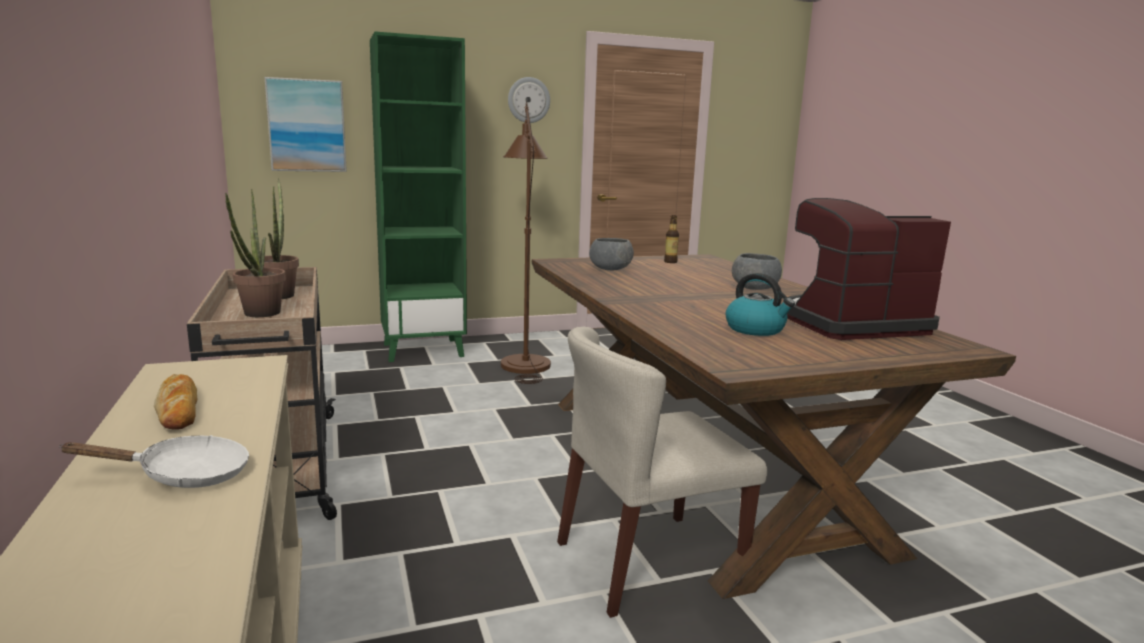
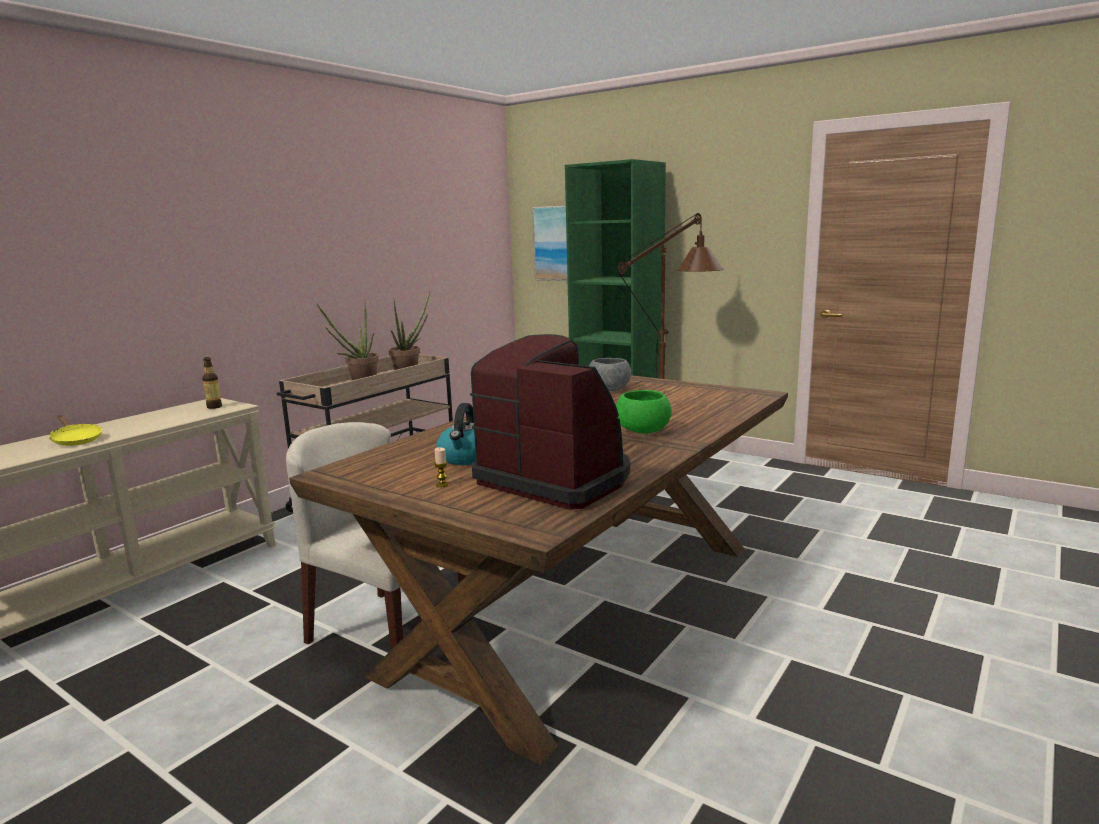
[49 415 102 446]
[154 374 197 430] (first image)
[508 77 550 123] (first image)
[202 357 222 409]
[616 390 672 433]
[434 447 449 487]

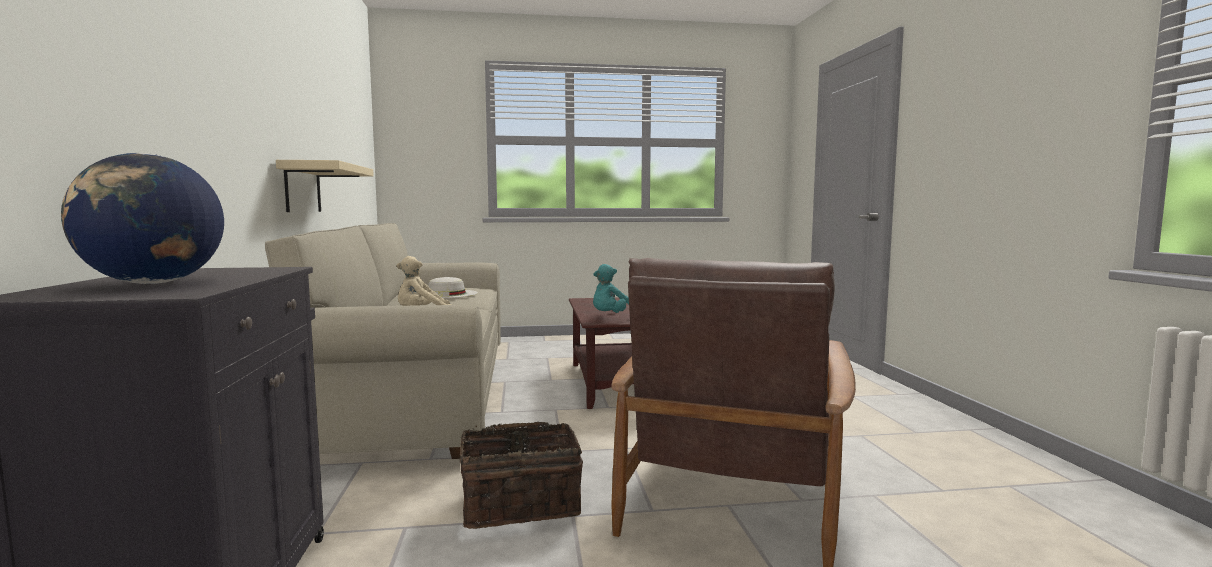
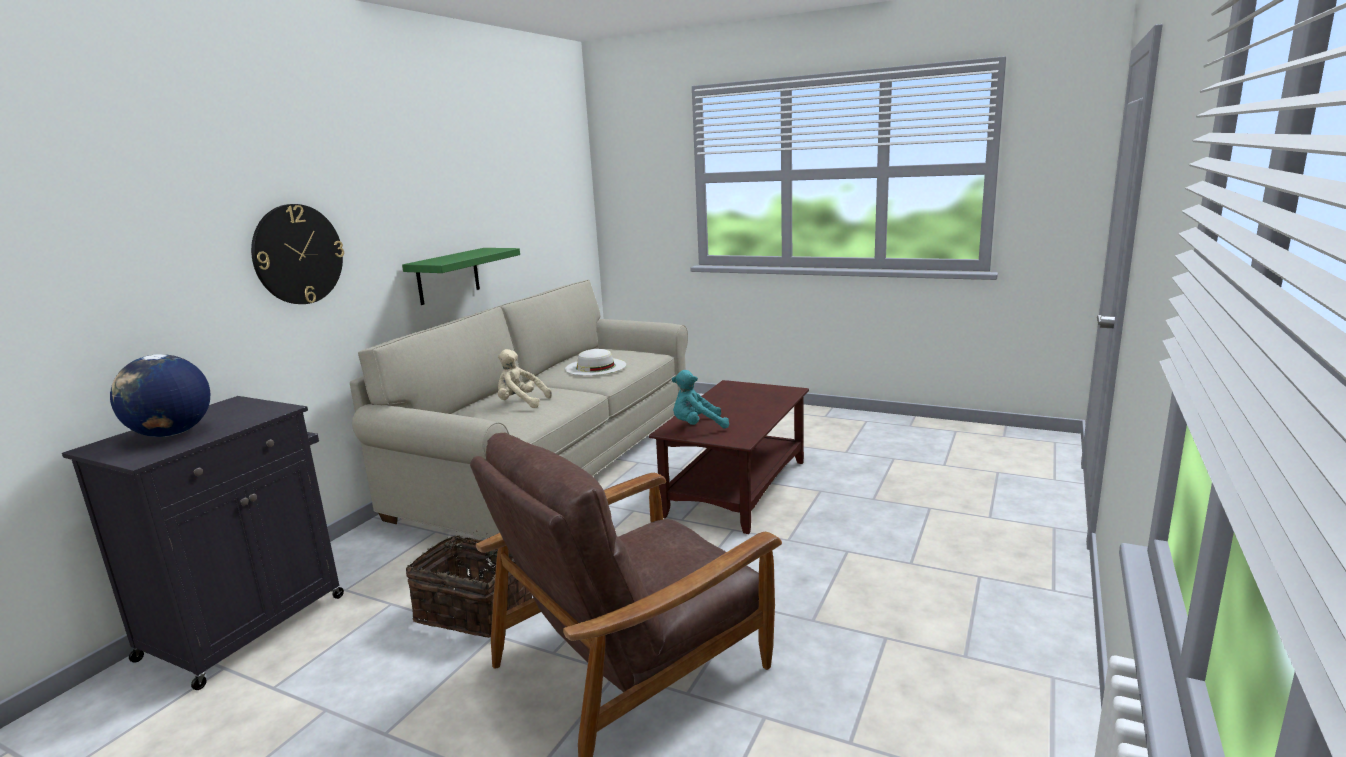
[402 248 520 305]
[251 204 344 304]

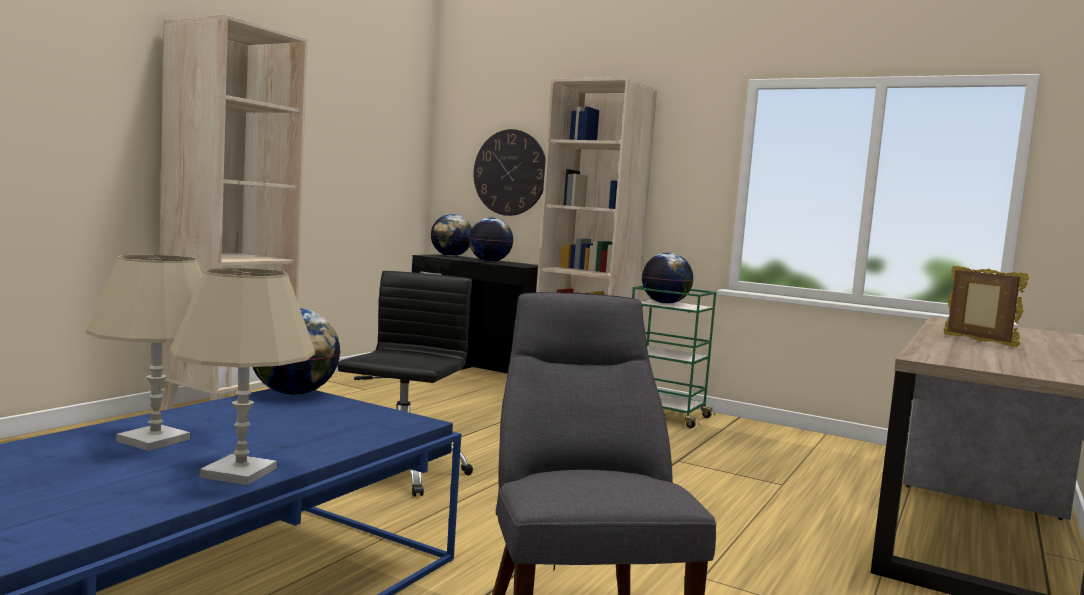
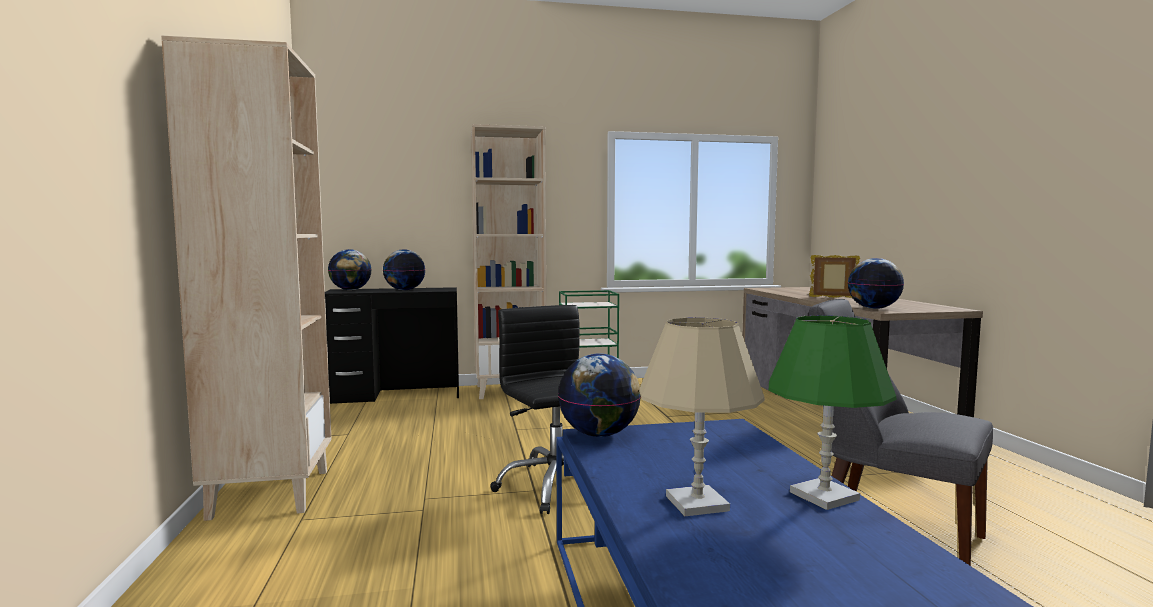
[769 315 897 510]
[474 129 546 216] (first image)
[848 258 904 309]

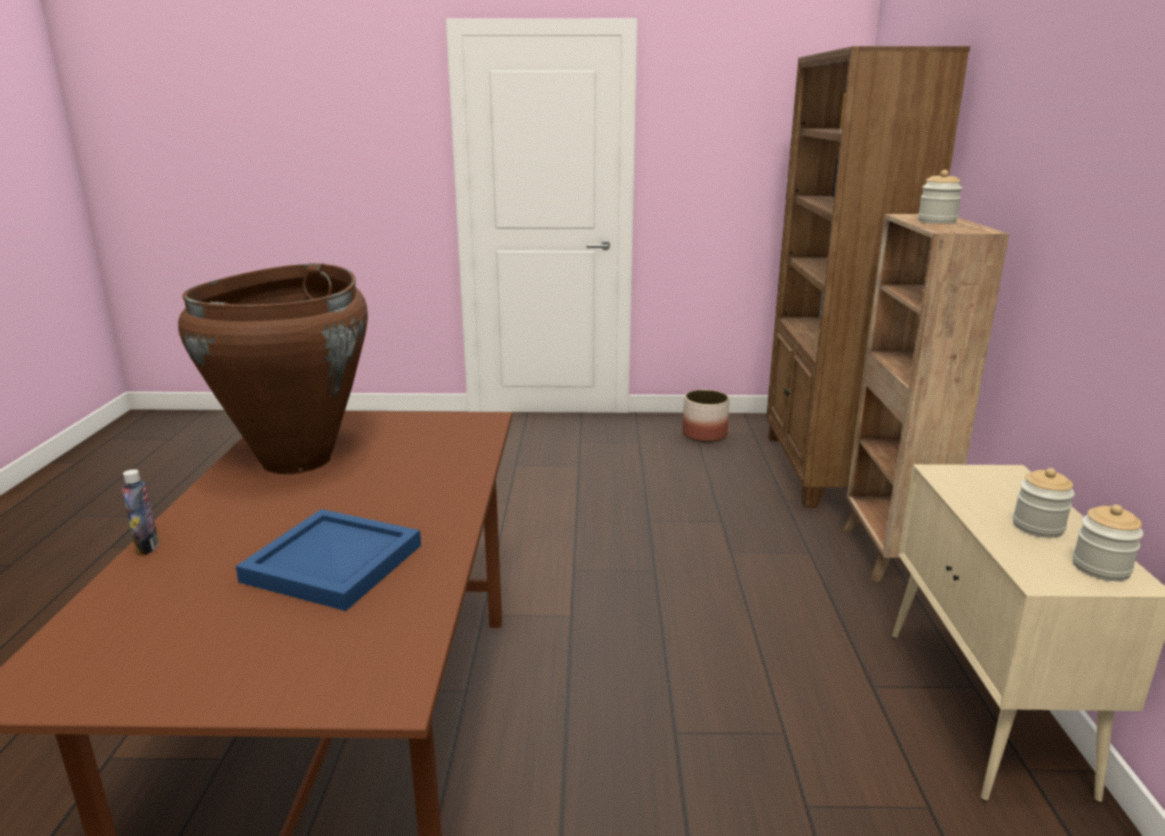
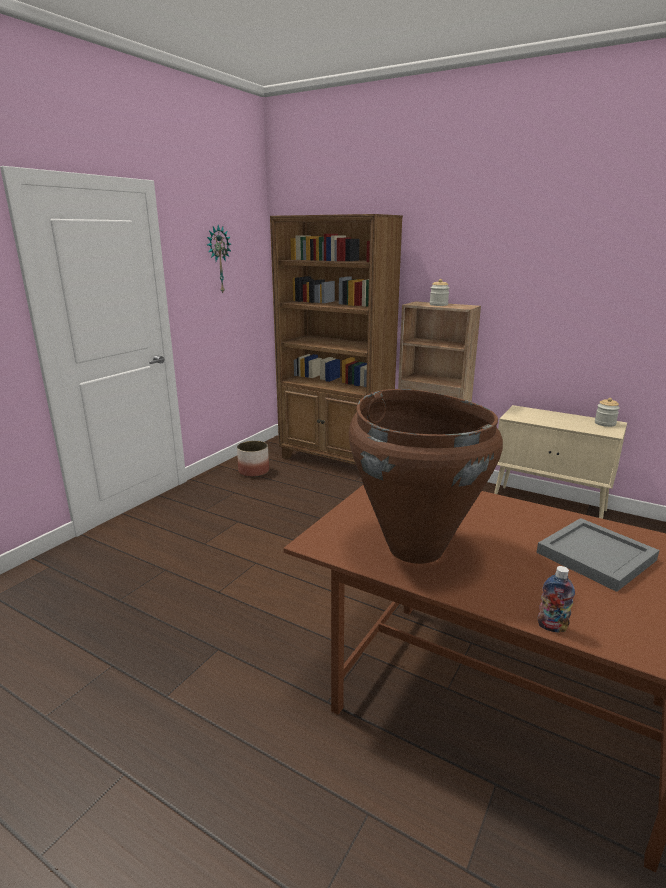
[537 518 660 592]
[1013 468 1075 538] (first image)
[207 225 231 293]

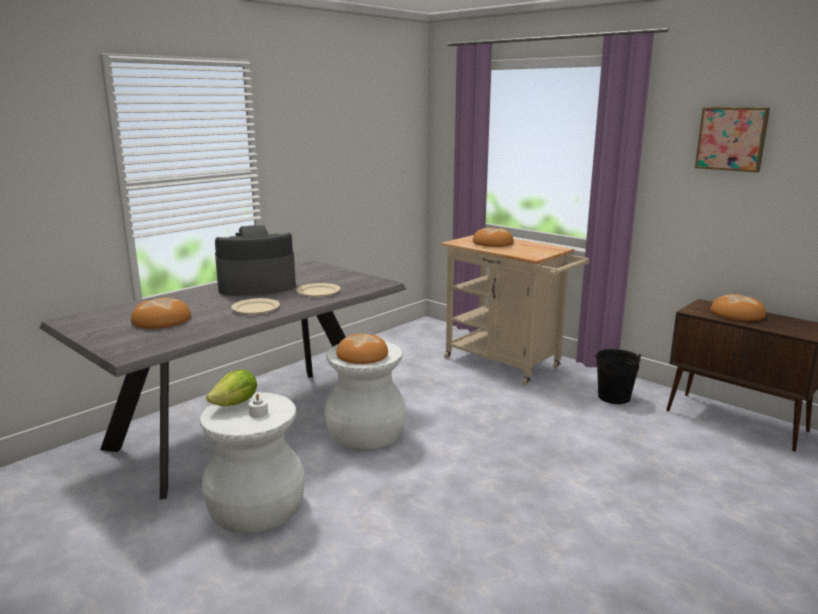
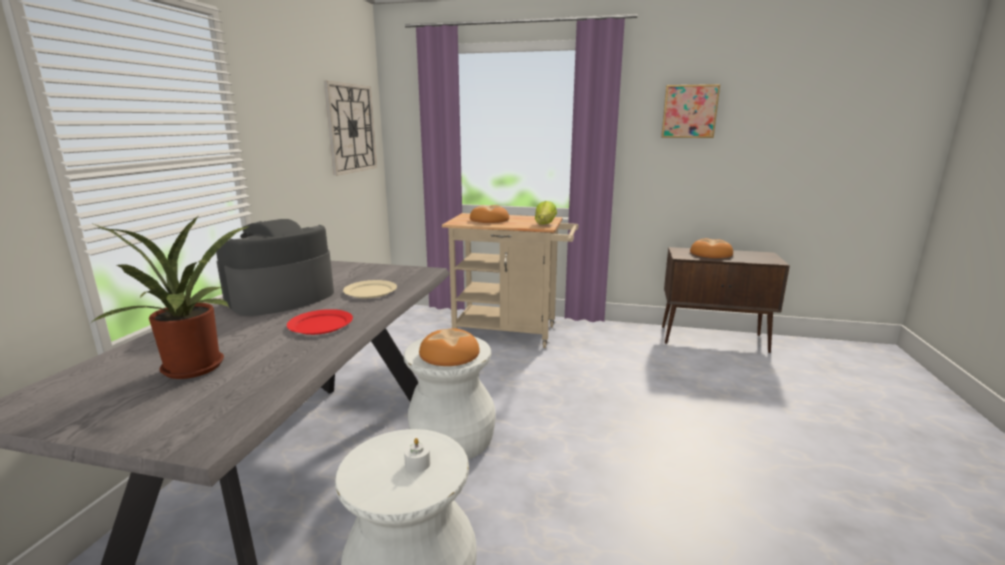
[91 216 249 379]
[535 201 557 224]
[287 309 353 335]
[594 349 642 404] (first image)
[324 81 377 176]

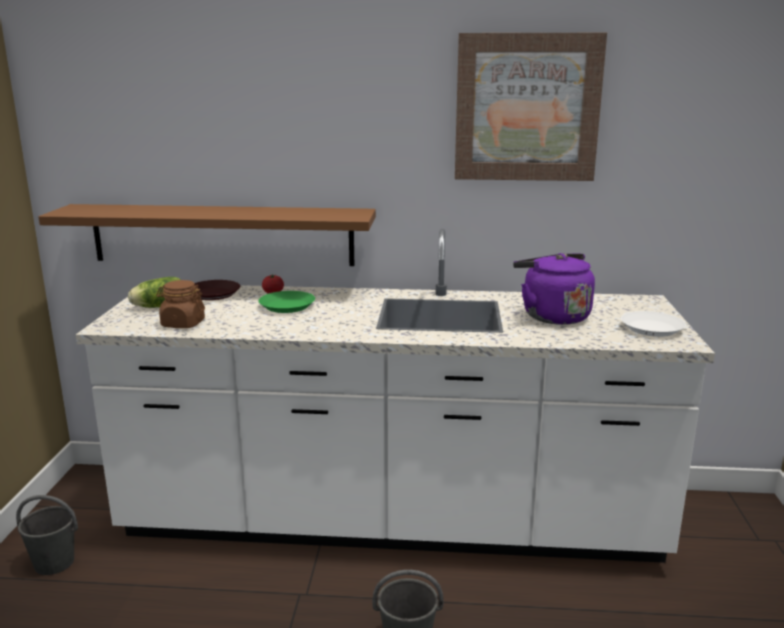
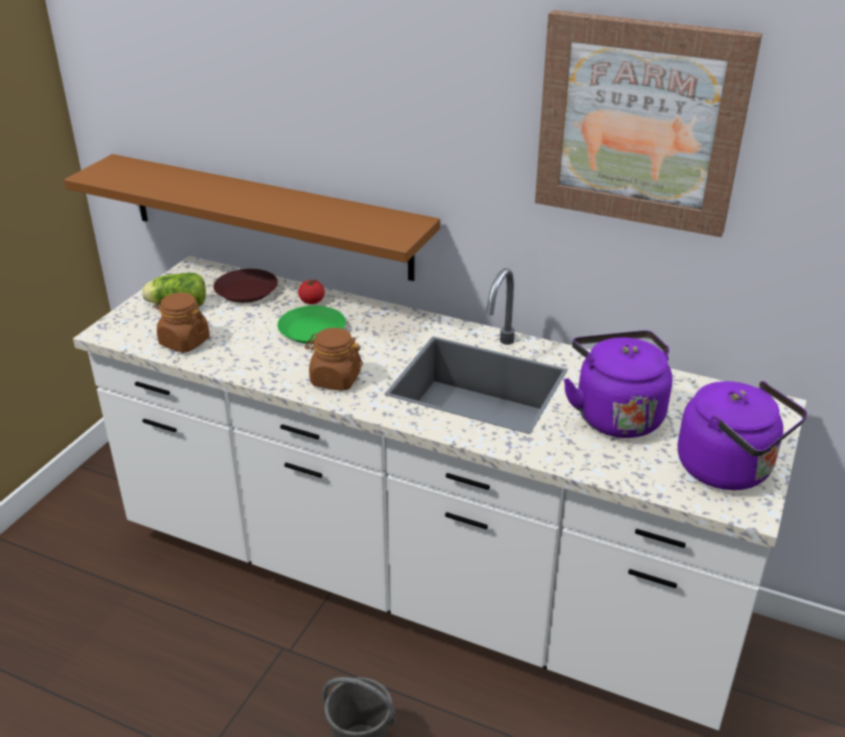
[16 495 78 575] (first image)
[678 381 807 490]
[305 328 363 391]

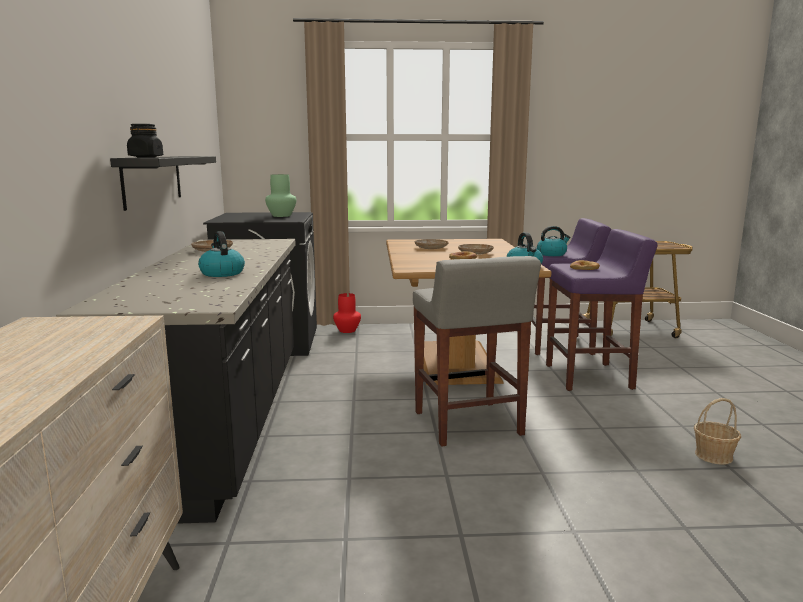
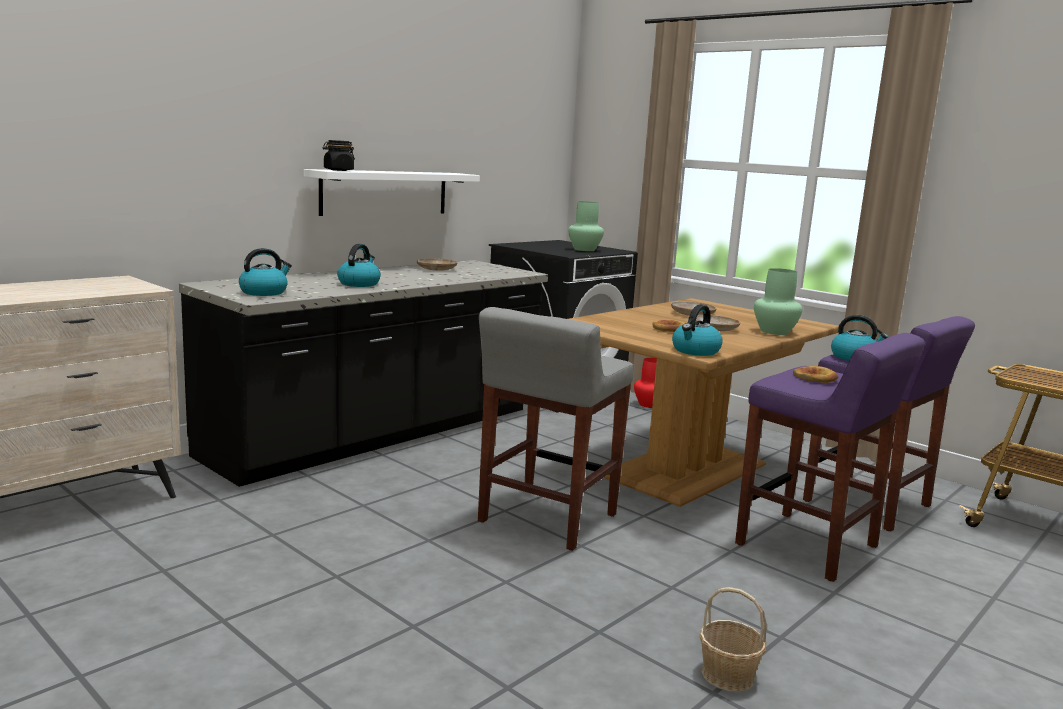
[304 169 480 216]
[239 248 292 296]
[754 268 803 335]

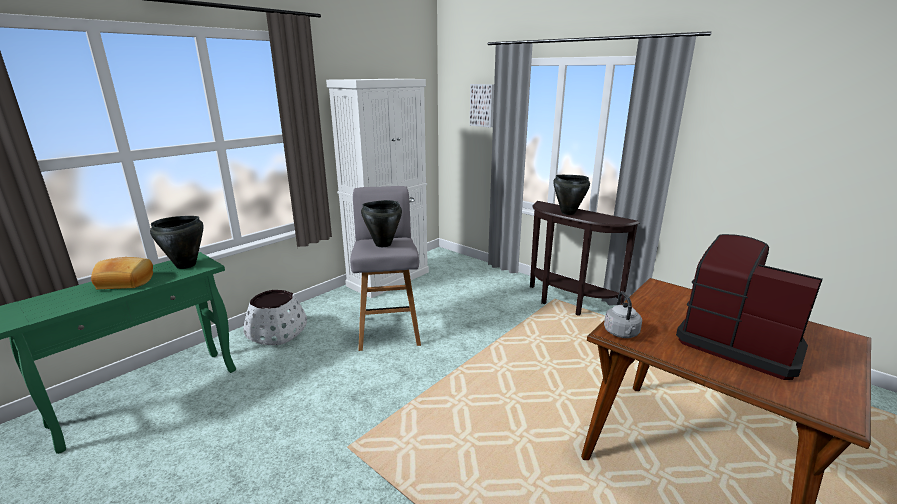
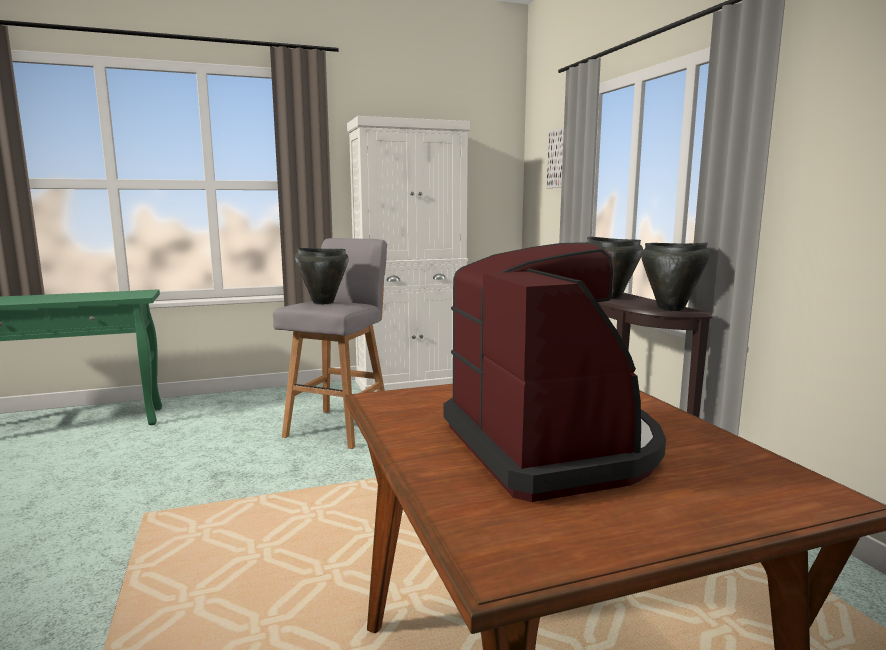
[91 257 153 289] (first image)
[641 242 710 311]
[243 290 307 345] (first image)
[604 291 642 338] (first image)

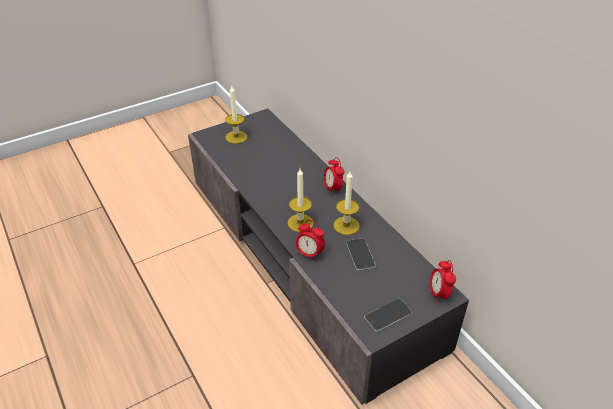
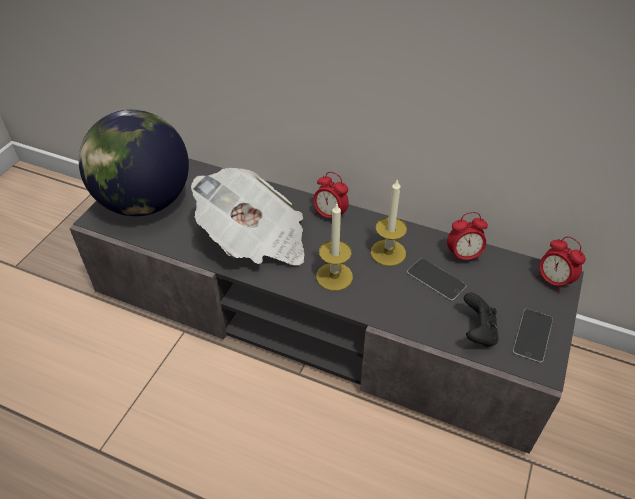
[79 110 189 216]
[447 212 488 263]
[191 168 304 266]
[464 293 499 347]

